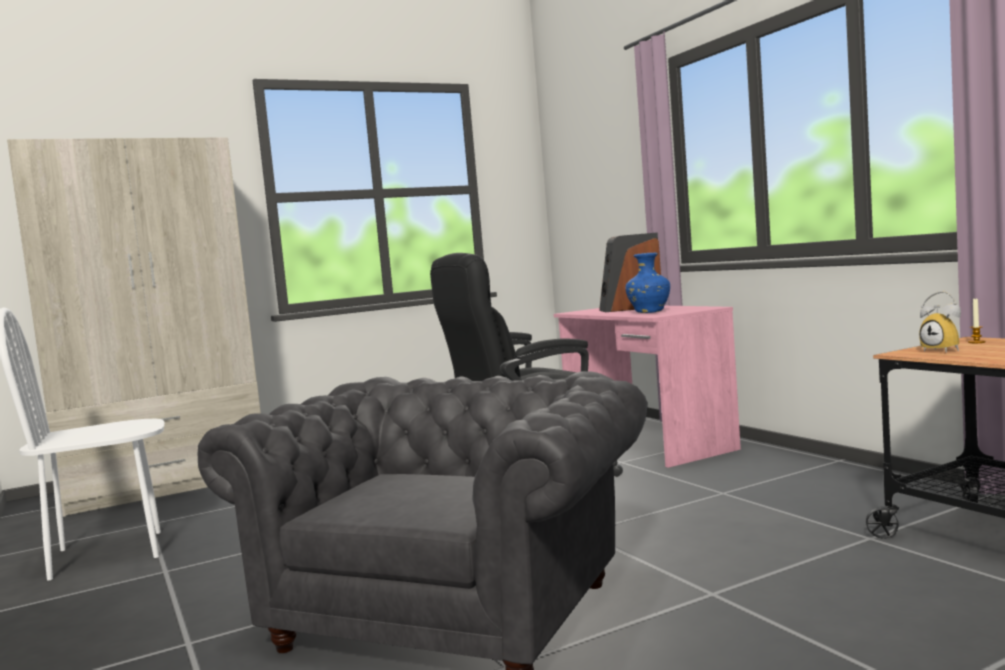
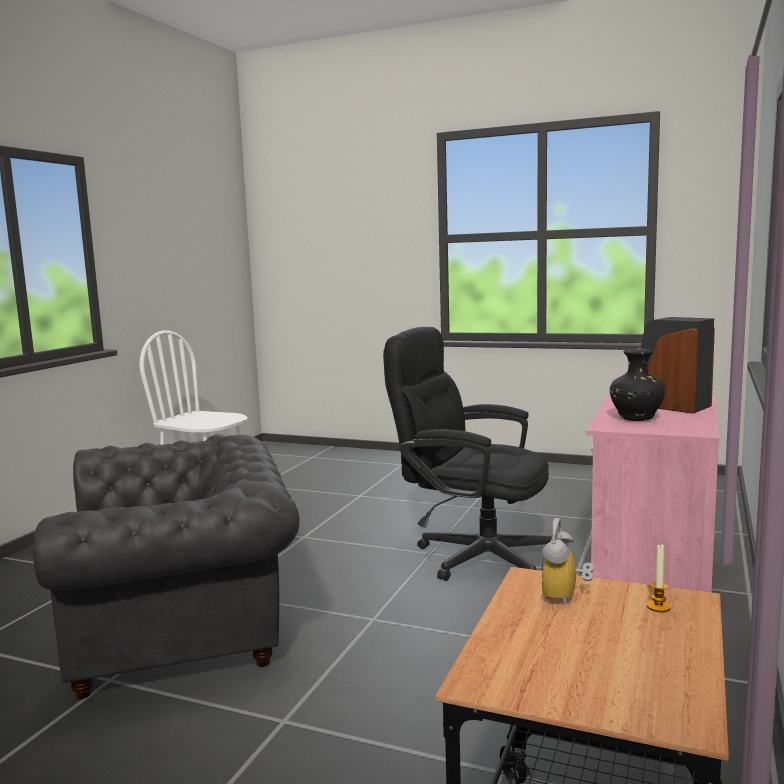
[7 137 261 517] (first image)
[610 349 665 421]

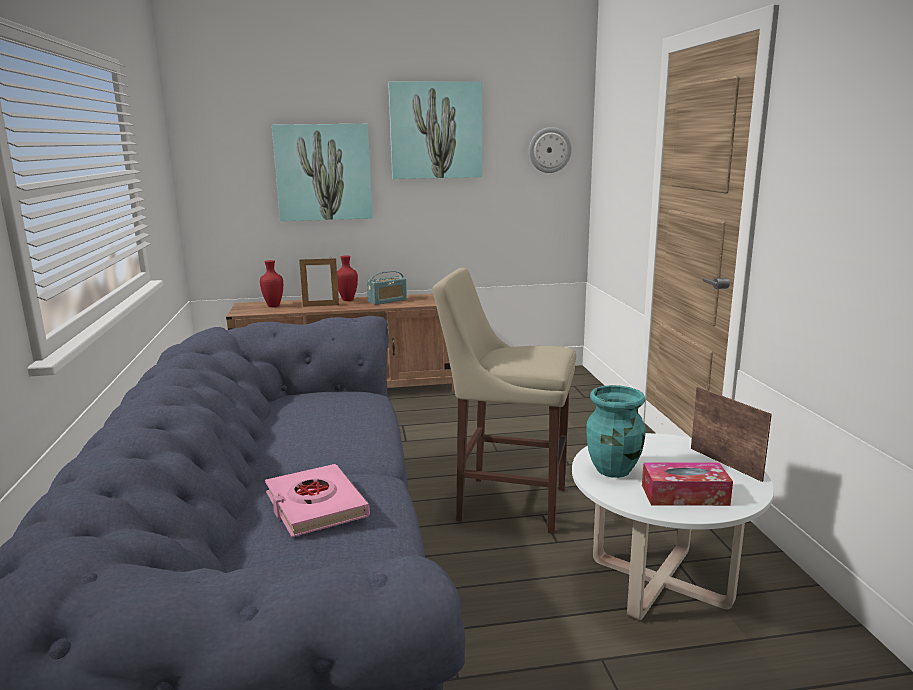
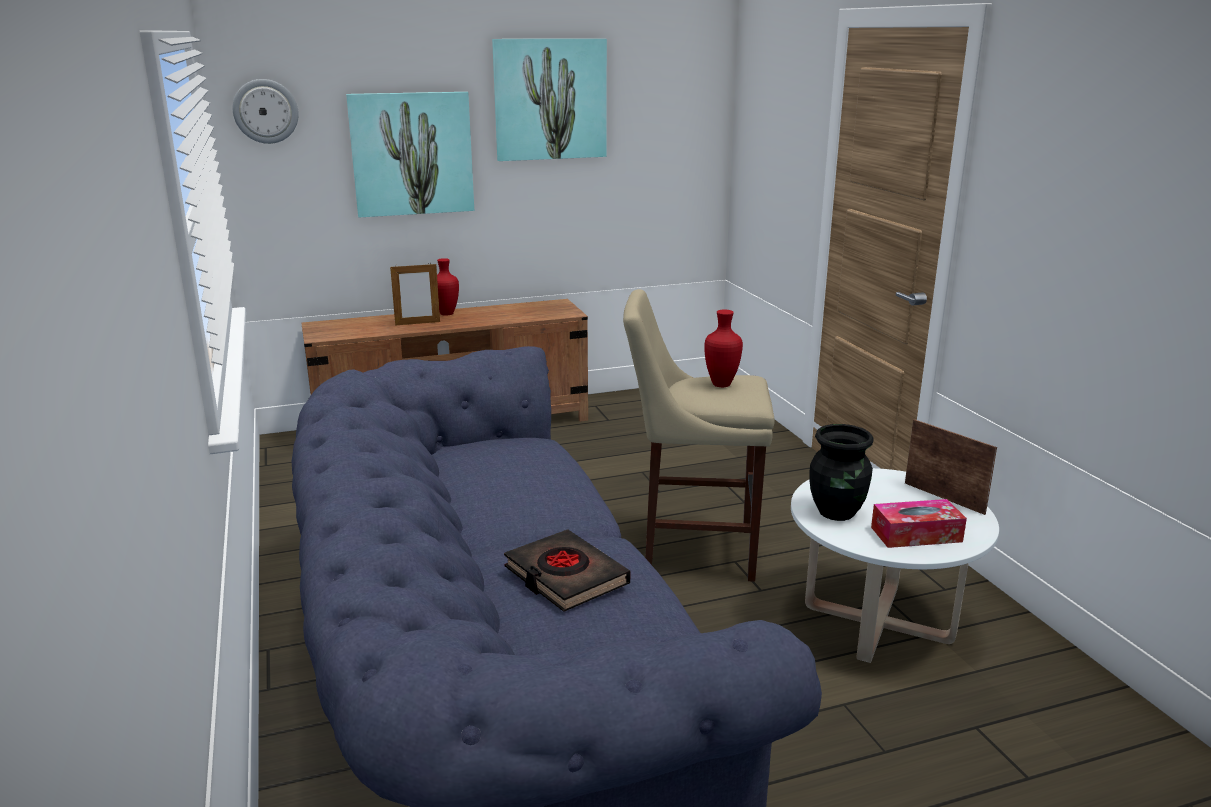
[704 310 743 387]
[504 529 630 612]
[367 271 407 305] (first image)
[233 79 299 144]
[809 424 874 521]

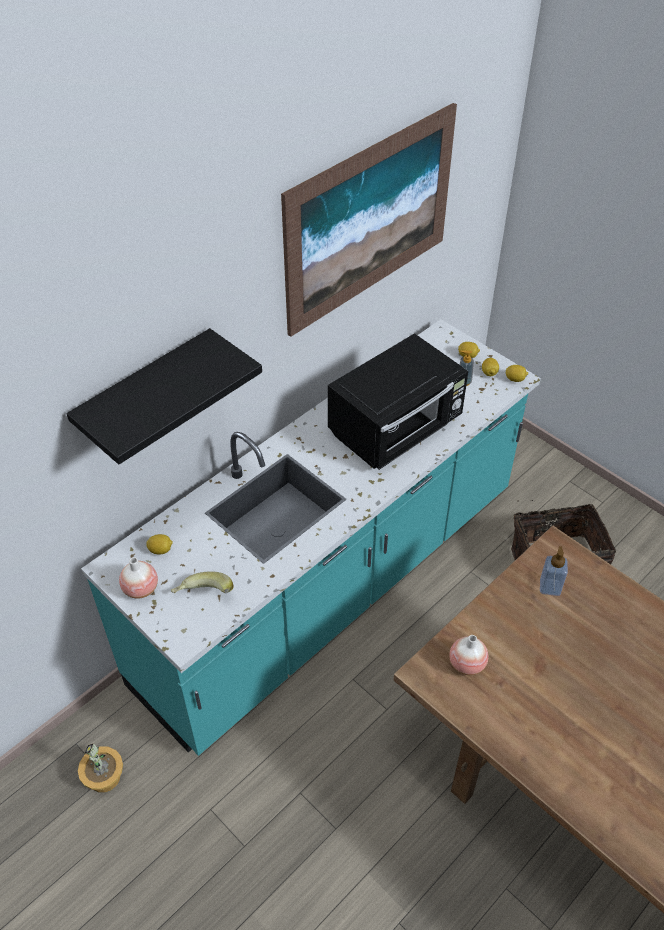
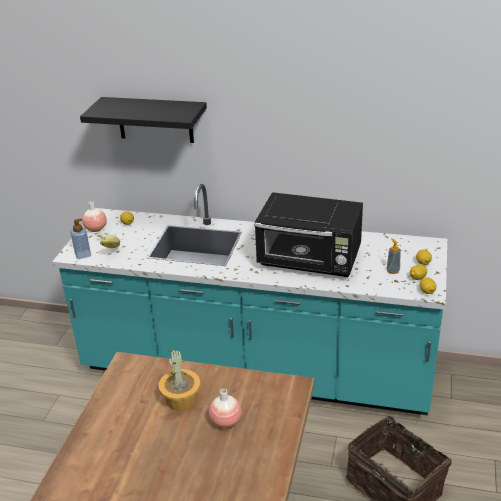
[159 348 201 411]
[281 103 457 337] (first image)
[209 389 242 428]
[70 218 91 259]

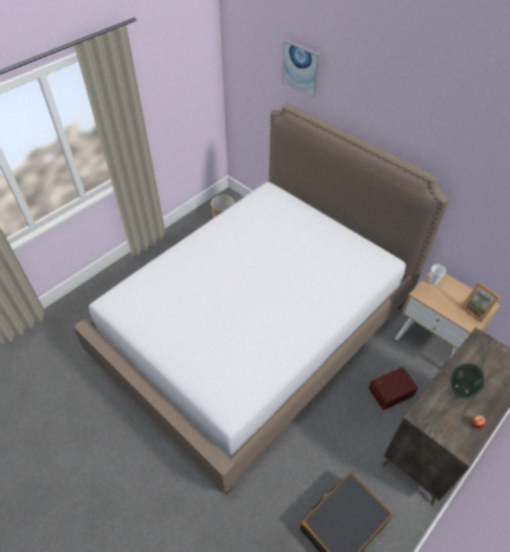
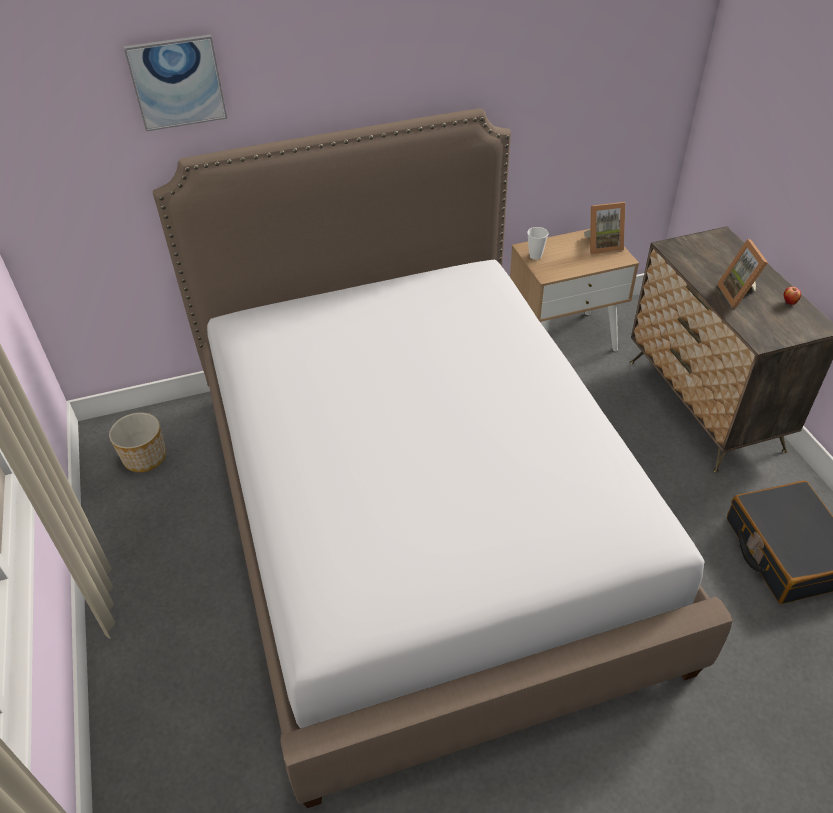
[369 366 418 410] (first image)
[717 239 768 308]

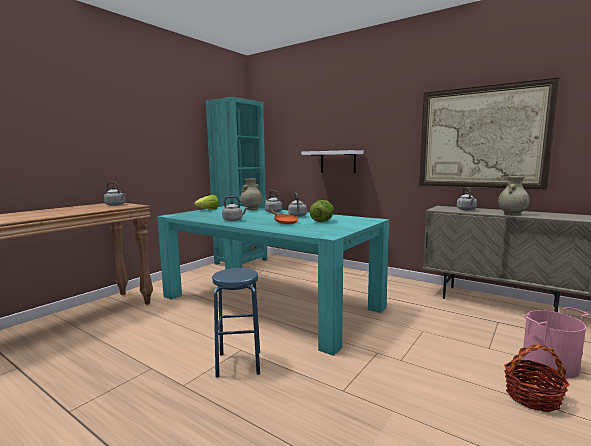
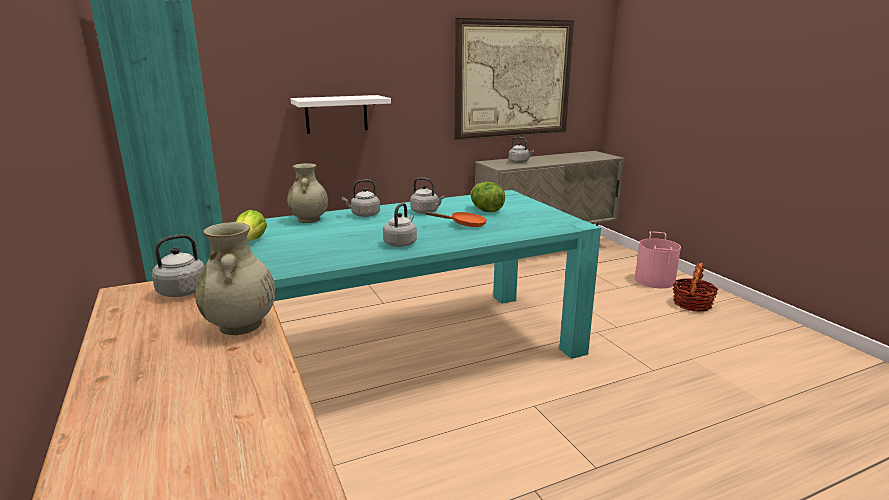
[212 268 260 378] (first image)
[195 222 275 335]

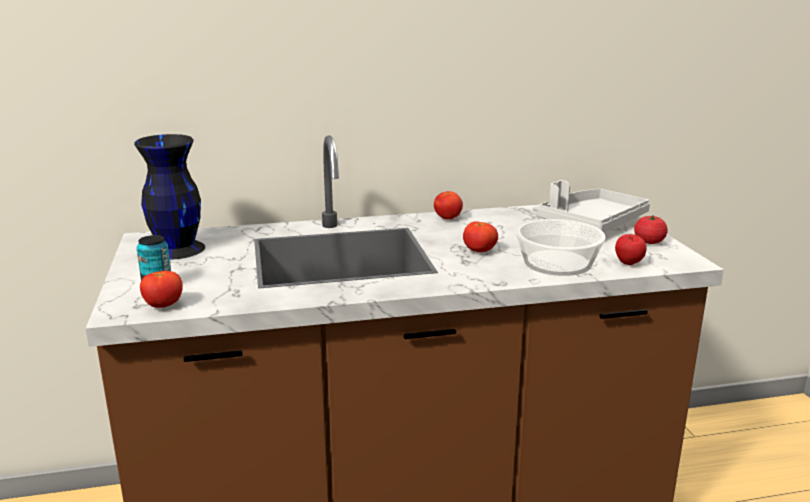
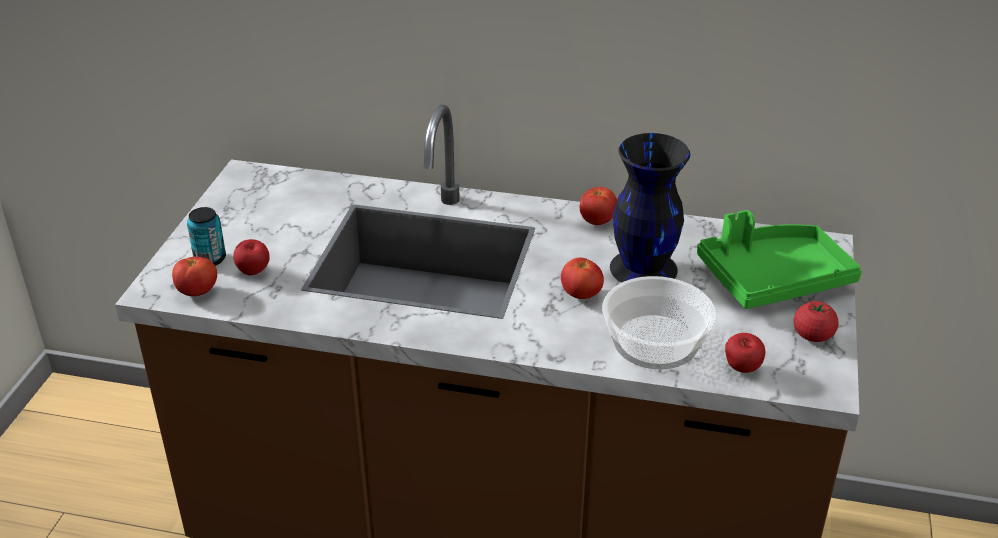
[610 133 690 283]
[697 210 862 309]
[233 239 269 275]

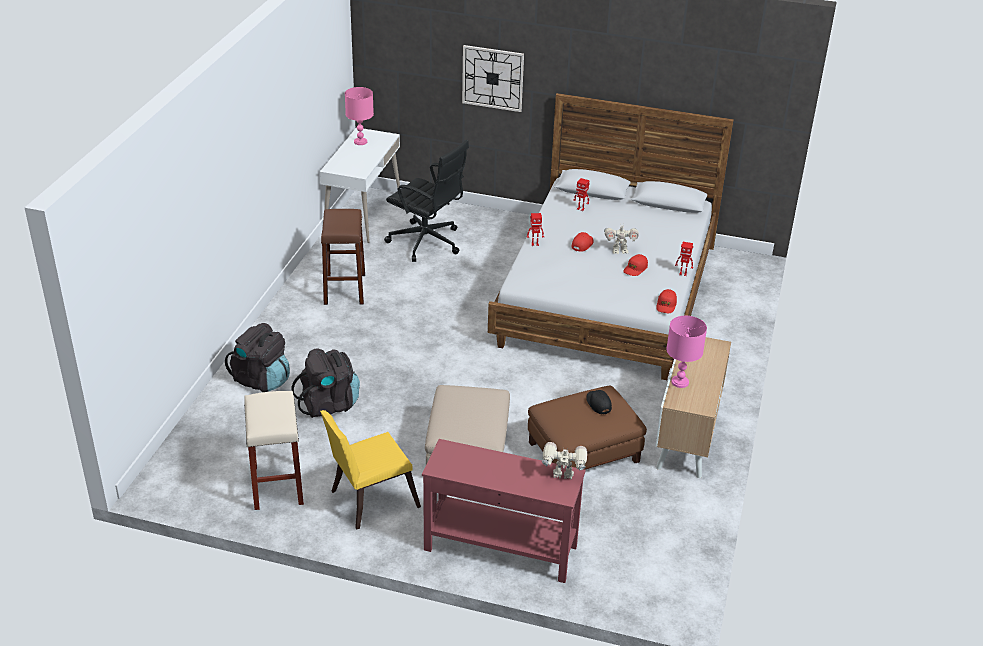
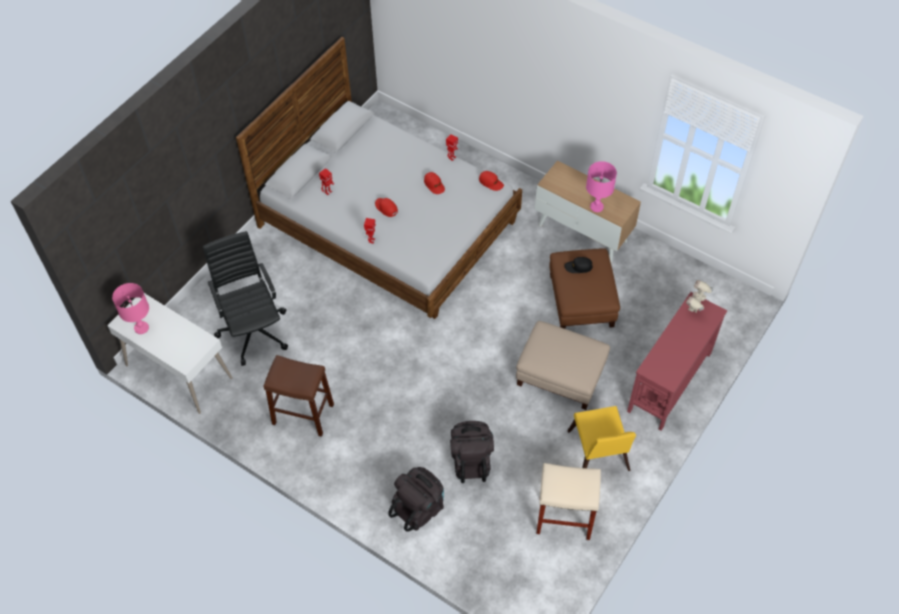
[203 231 288 366]
[462 45 524 112] (first image)
[604 223 639 254] (first image)

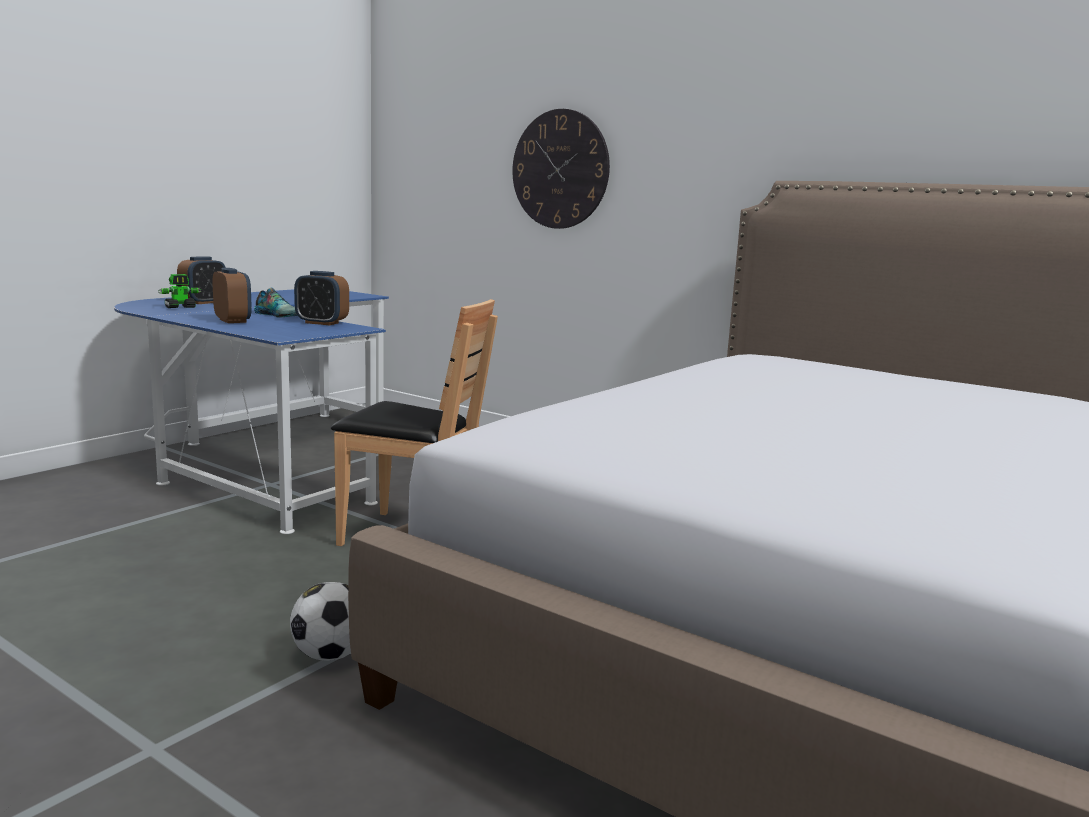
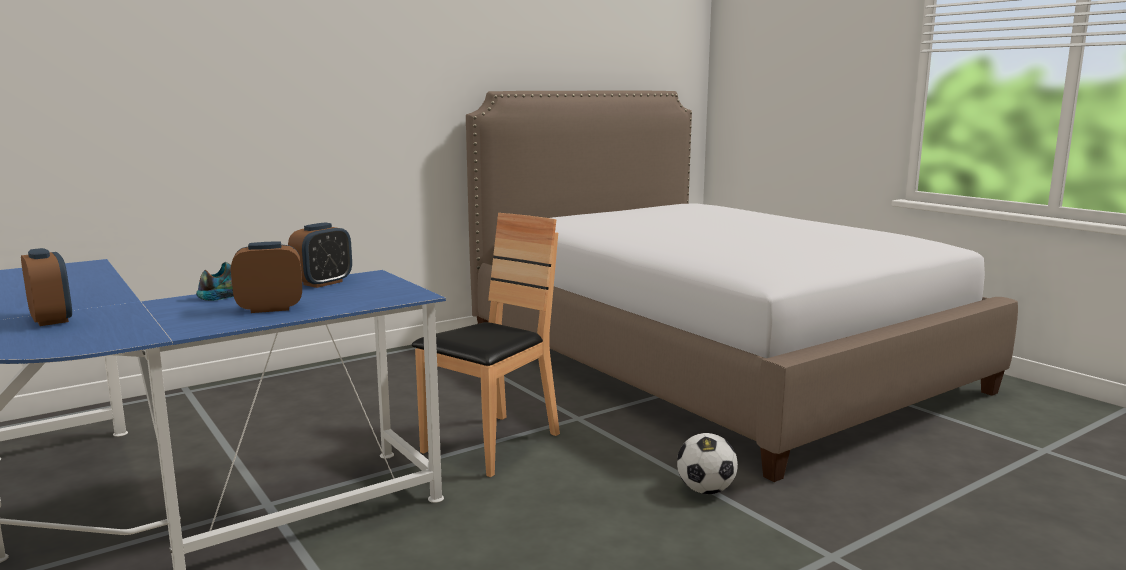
[158 274 201 308] (first image)
[512 109 610 229] (first image)

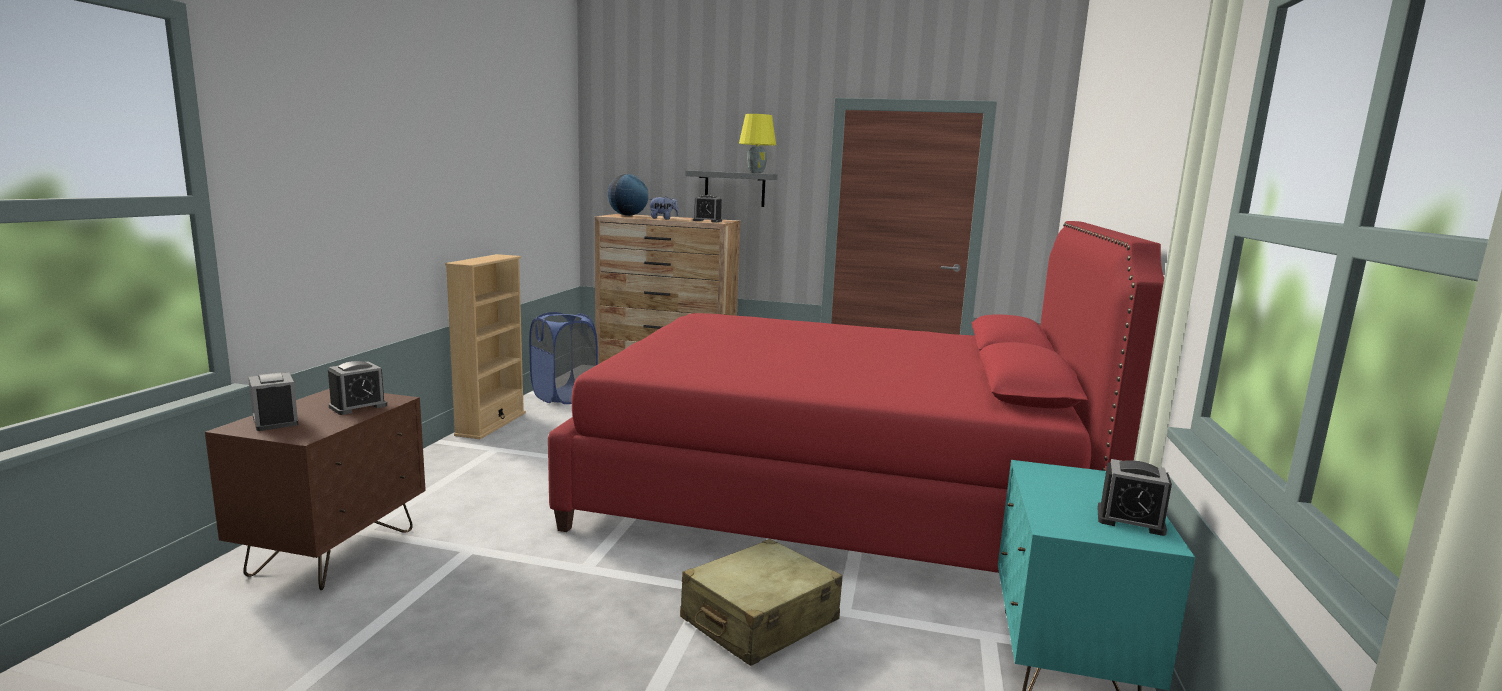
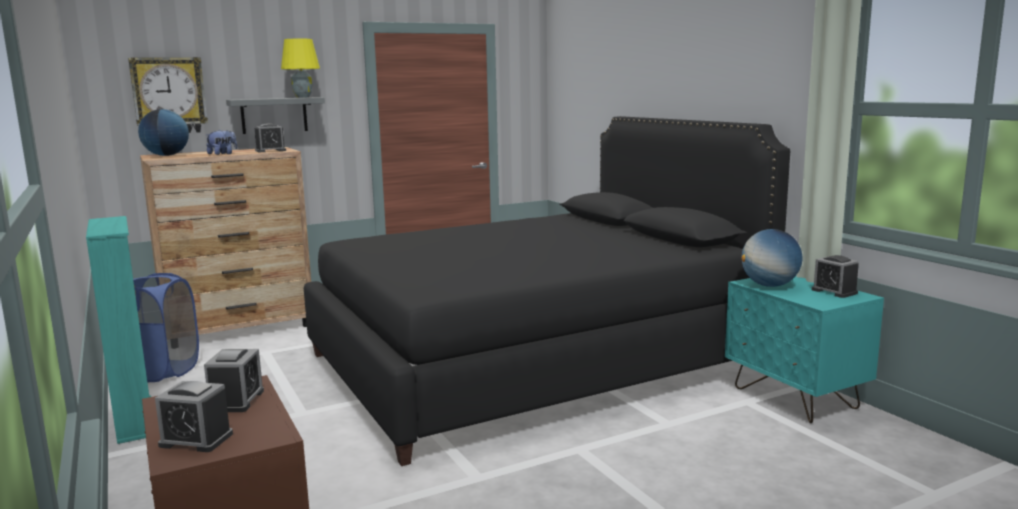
[86 216 151 444]
[304 116 790 466]
[680 539 842 666] (first image)
[812 255 859 298]
[128 57 208 133]
[742 229 802 287]

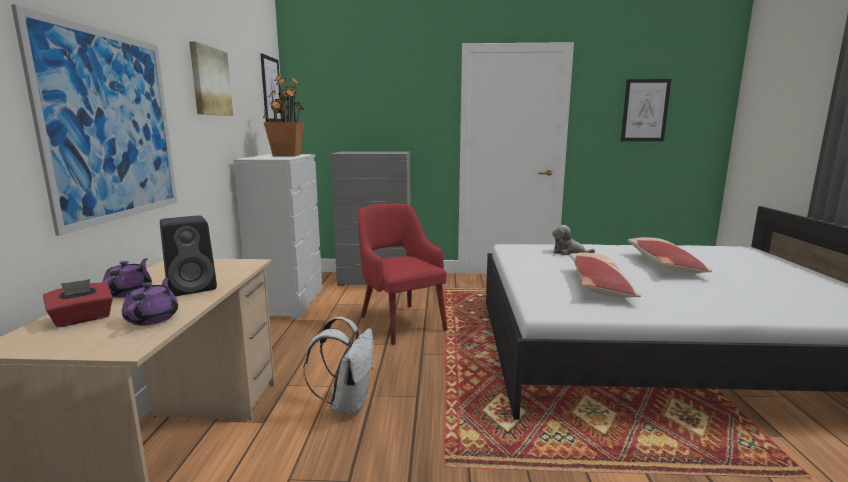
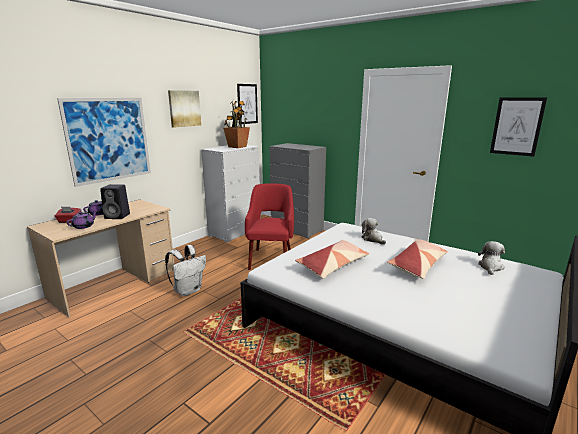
[478 241 505 275]

